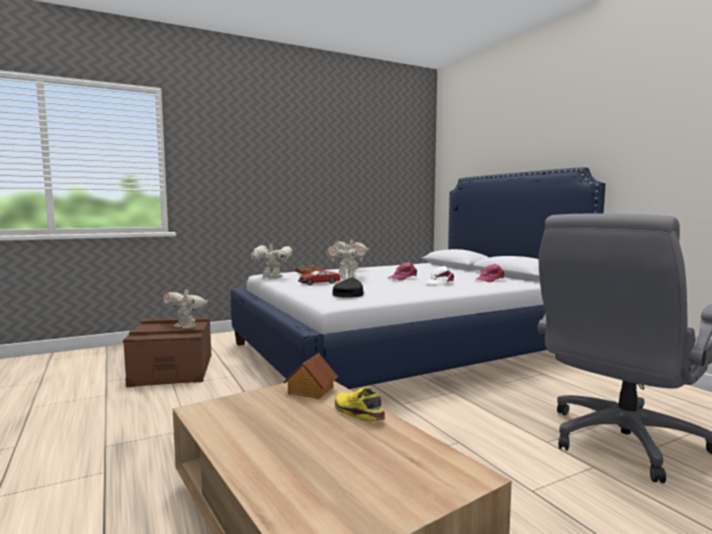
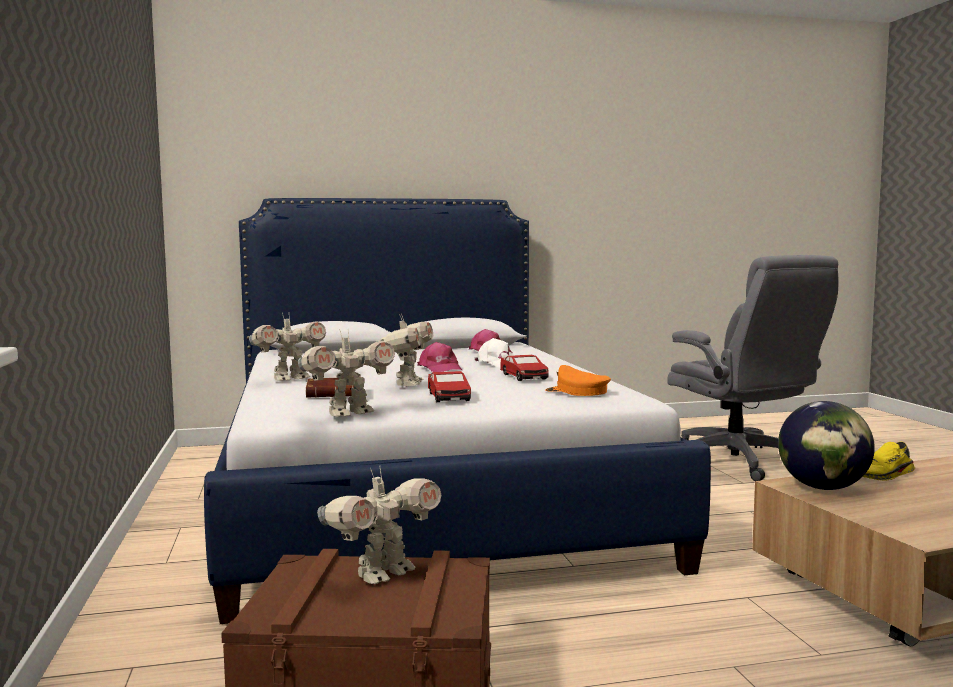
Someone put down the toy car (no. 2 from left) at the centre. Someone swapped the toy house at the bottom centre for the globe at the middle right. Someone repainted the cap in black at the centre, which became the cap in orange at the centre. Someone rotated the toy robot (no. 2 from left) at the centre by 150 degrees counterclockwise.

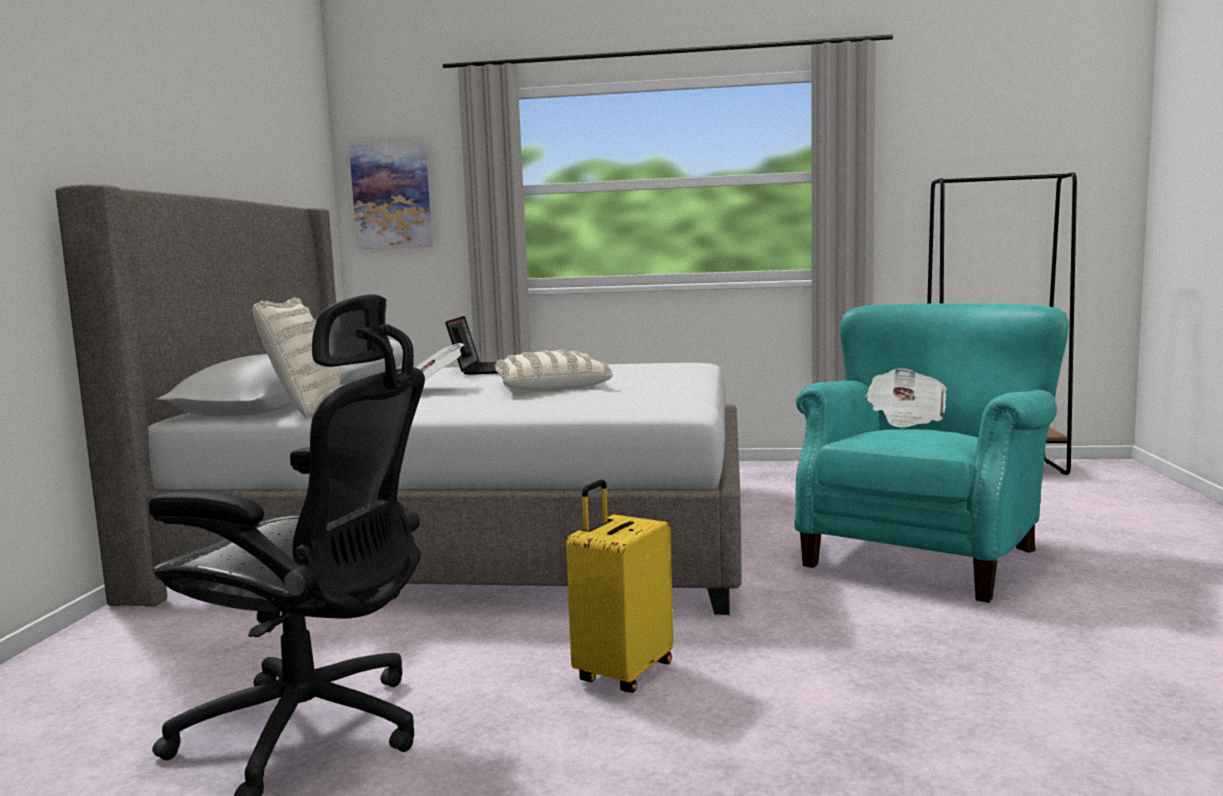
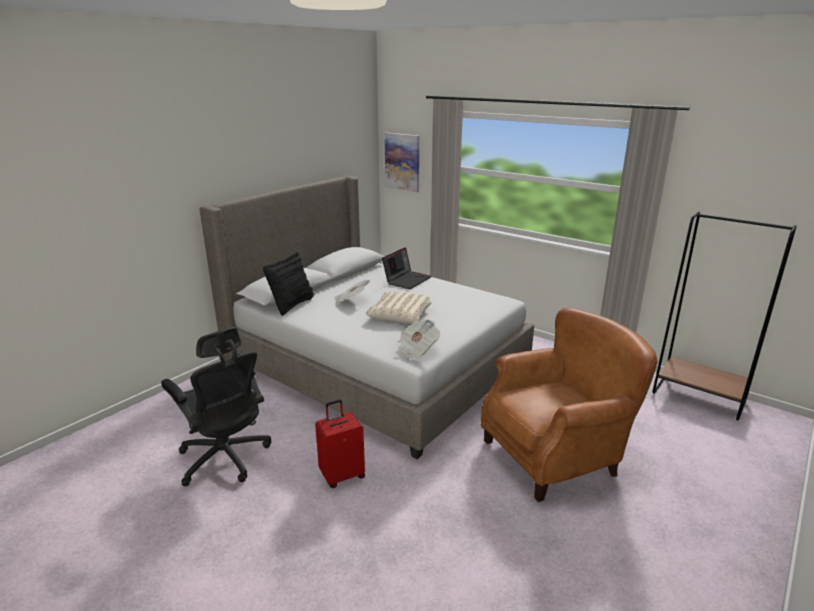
Someone carried the newspaper (no. 2 from left) from the middle right to the centre. Someone repainted the pillow in beige (no. 1 from left) at the middle left, which became the pillow in black at the centre. Someone repainted the suitcase in yellow at the bottom centre, which became the suitcase in red at the bottom centre. Someone repainted the armchair in turquoise at the middle right, which became the armchair in brown at the middle right.

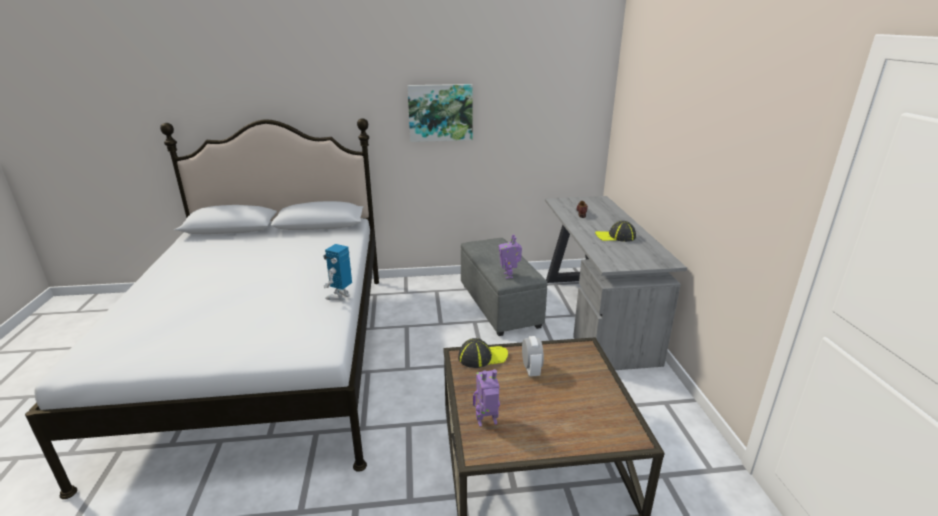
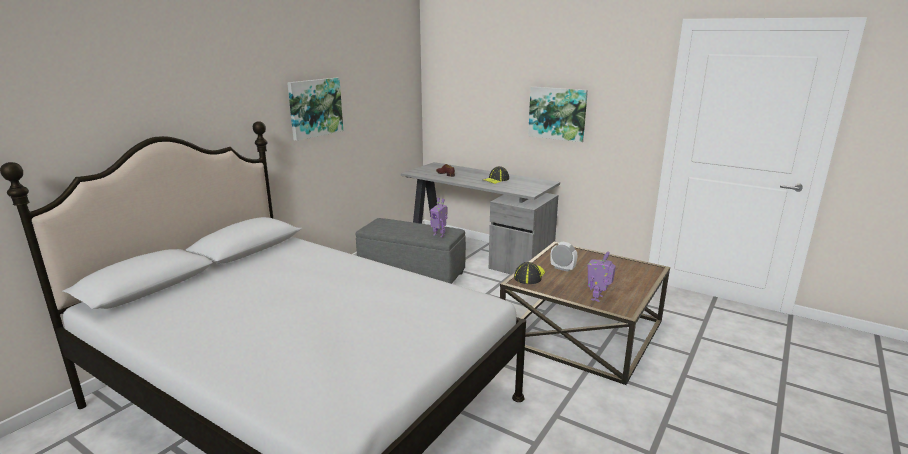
Someone took away the toy robot (no. 1 from left) at the centre. Someone put up the picture (no. 2 from left) at the top centre.

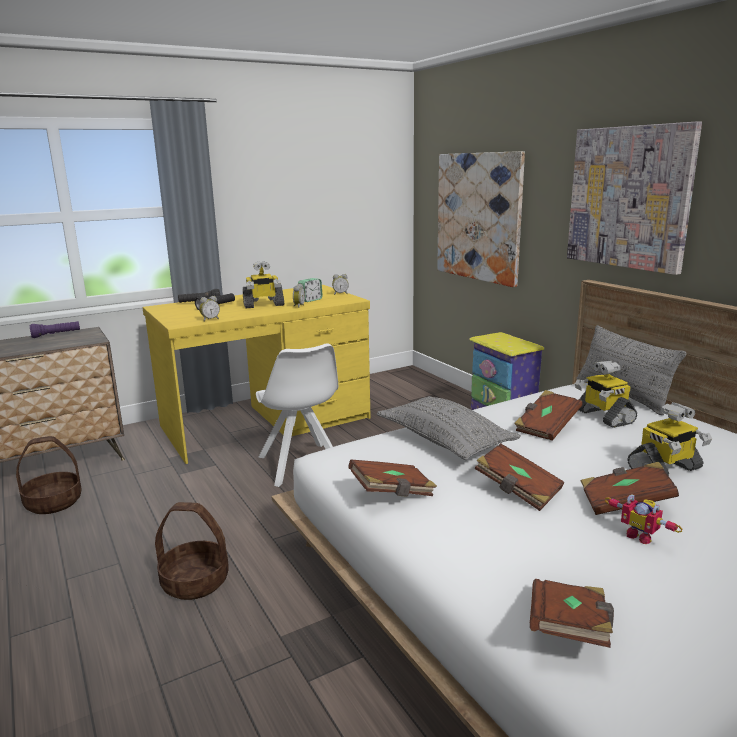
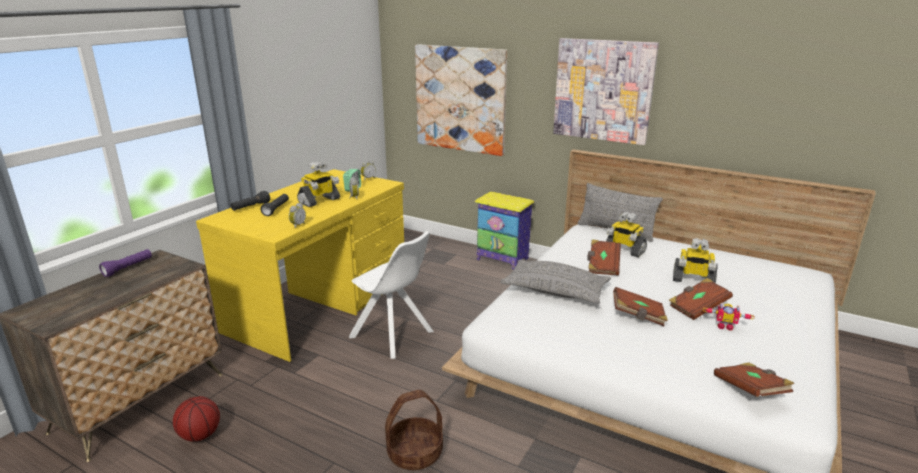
Someone took away the book in brown (no. 1 from left) at the centre. Someone swapped the basket (no. 1 from left) at the middle left for the basketball at the bottom left. Someone rotated the toy robot (no. 4 from left in the first image) at the middle right by 75 degrees clockwise.

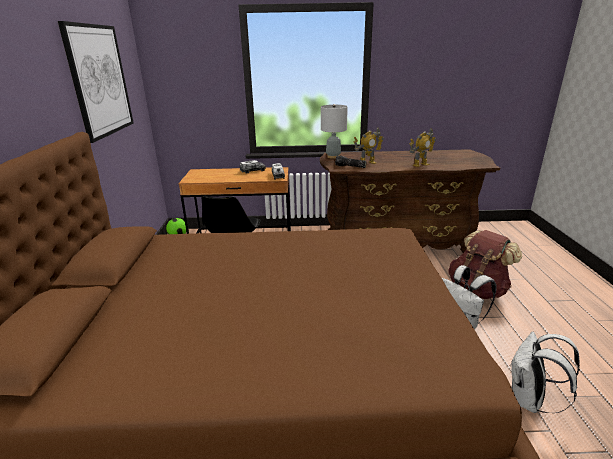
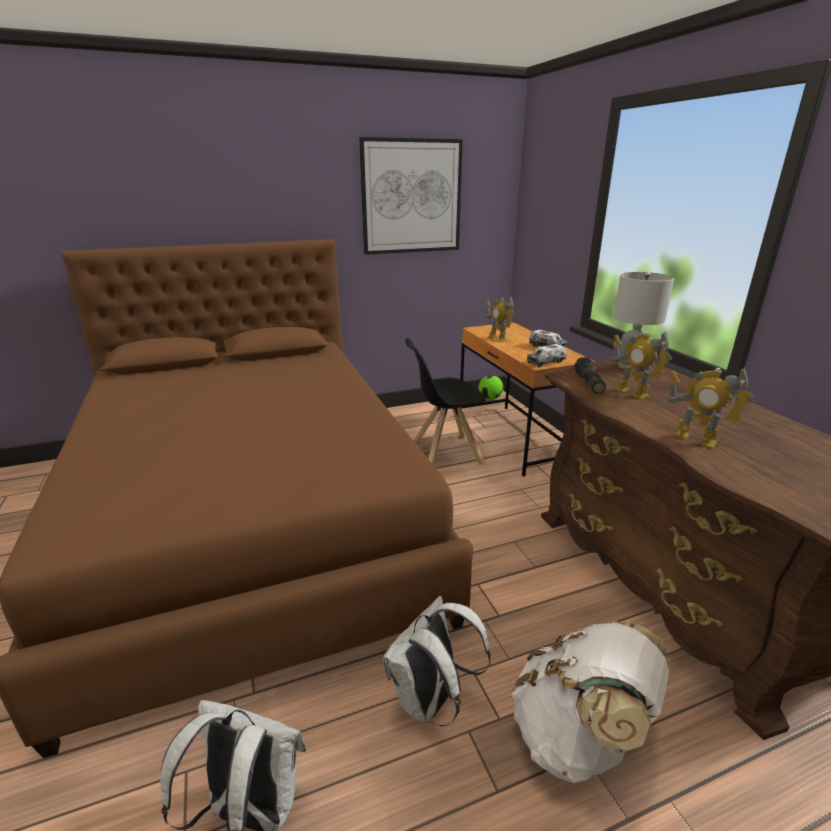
Someone put down the toy robot (no. 1 from left) at the centre. Someone repainted the backpack in brown at the middle right, which became the backpack in white (no. 3 from left) at the bottom right.

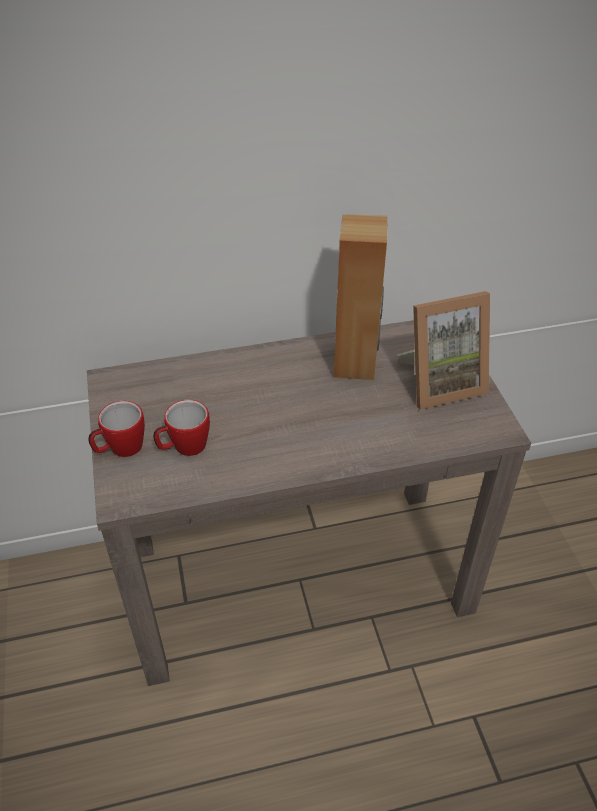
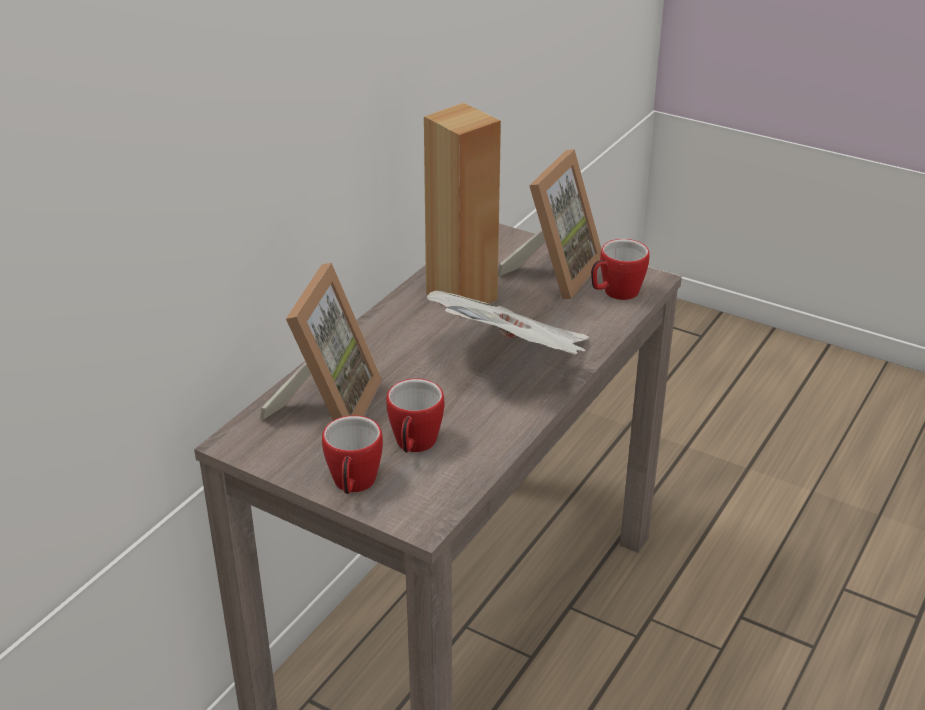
Someone put down the picture frame (no. 1 from left) at the centre. Someone put down the newspaper at the centre. Someone put down the mug (no. 3 from left) at the middle right.

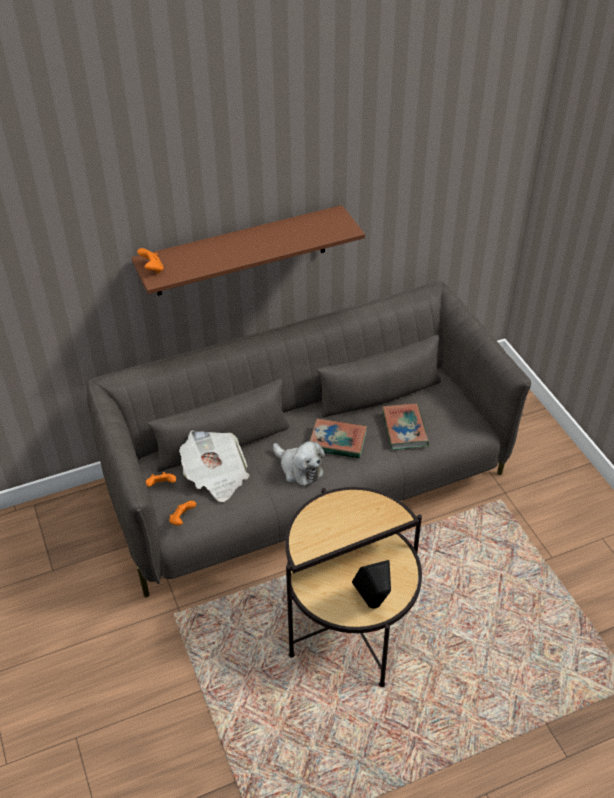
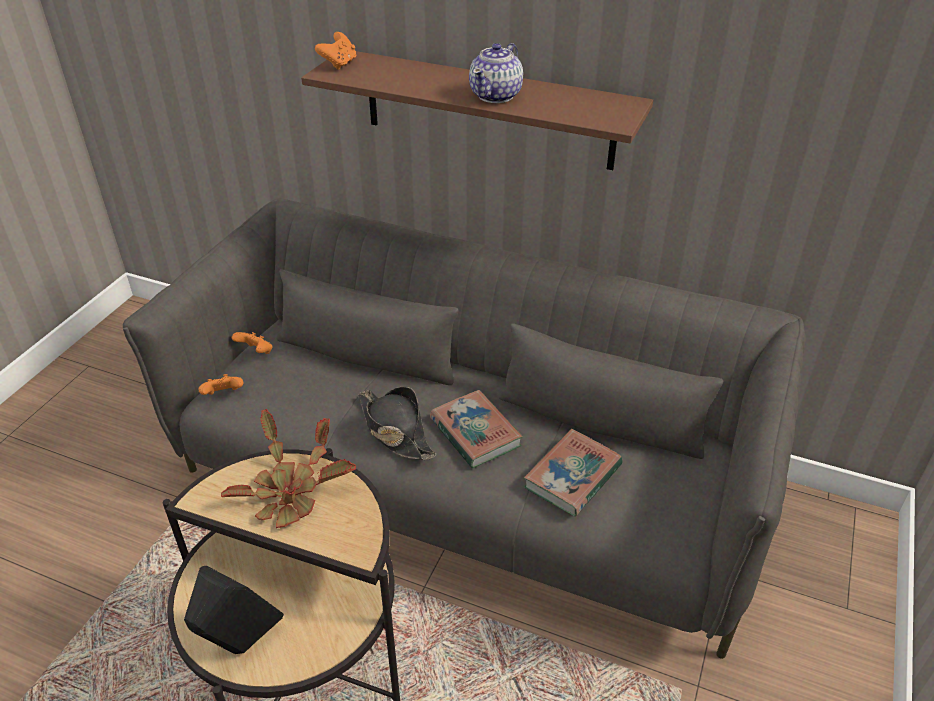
Someone took away the newspaper at the centre. Someone put down the potted plant at the bottom left. Someone put down the teapot at the top centre. Someone swapped the plush toy at the centre for the hat in black at the centre.

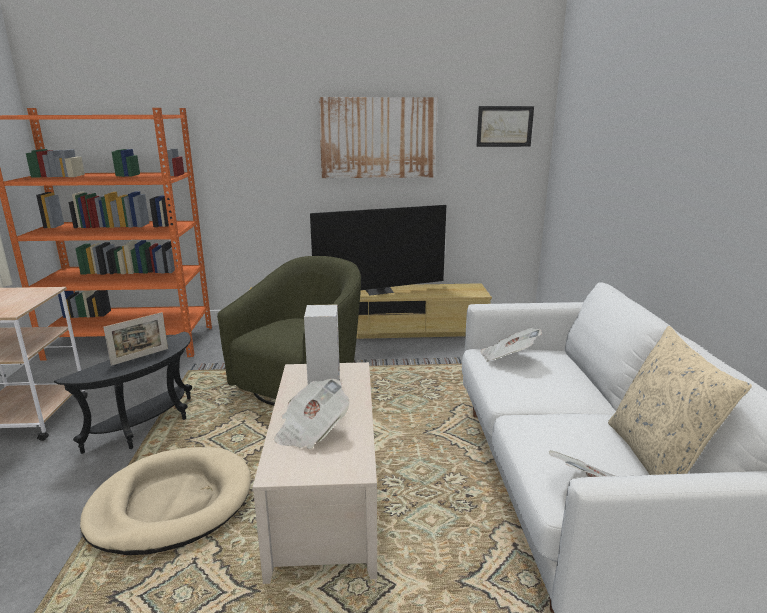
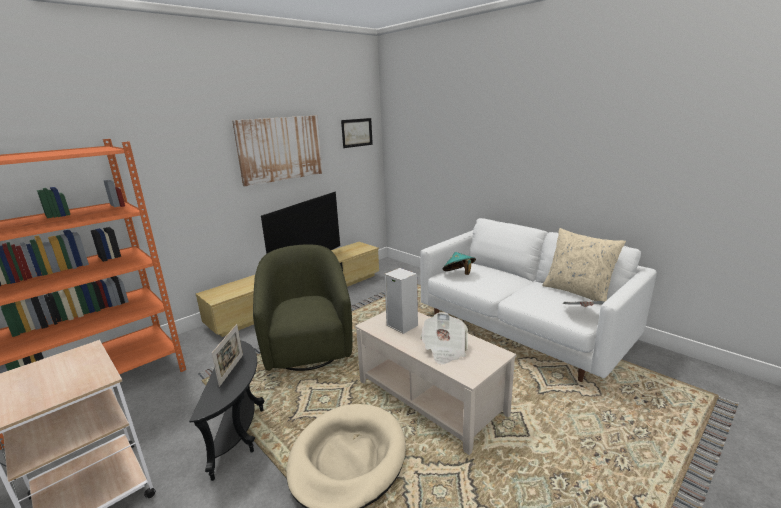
Someone swapped the newspaper (no. 2 from left) at the centre for the hat in turquoise at the centre.

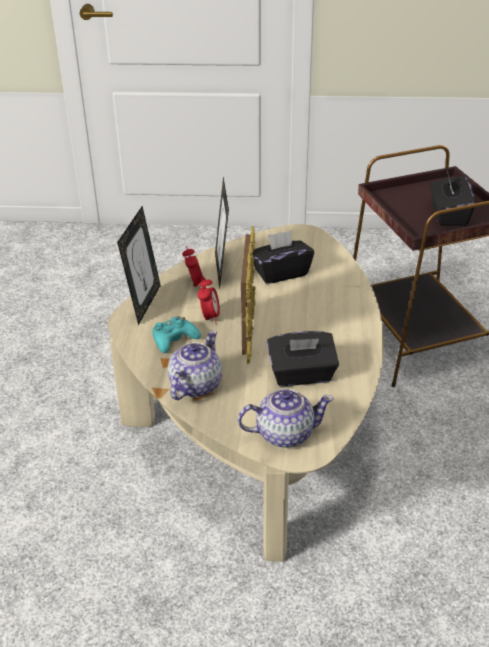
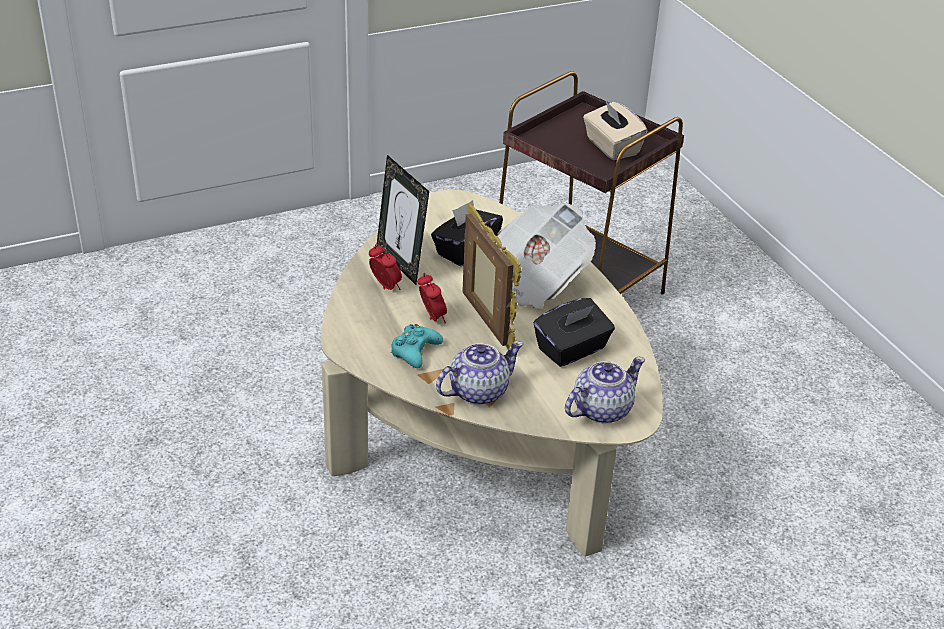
Someone took away the picture frame (no. 1 from left) at the middle left. Someone put down the newspaper at the centre. Someone repainted the tissue box in black (no. 3 from left) at the top right, which became the tissue box in beige at the top centre. Someone rotated the teapot (no. 1 from left) at the centre by 60 degrees clockwise.

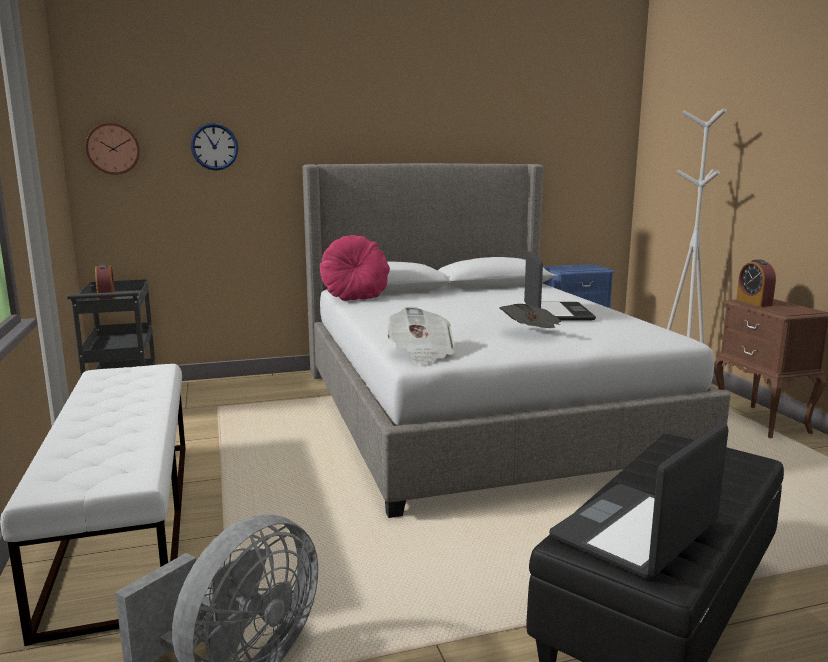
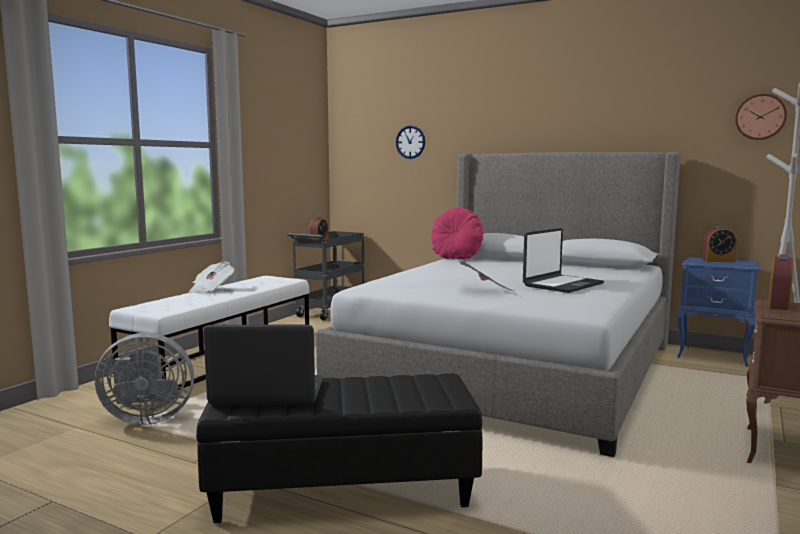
Someone put down the alarm clock (no. 2 from left) at the middle right. Someone carried the wall clock (no. 1 from left in the first image) from the top left to the top right. Someone carried the newspaper (no. 1 from left) from the centre to the middle left.

